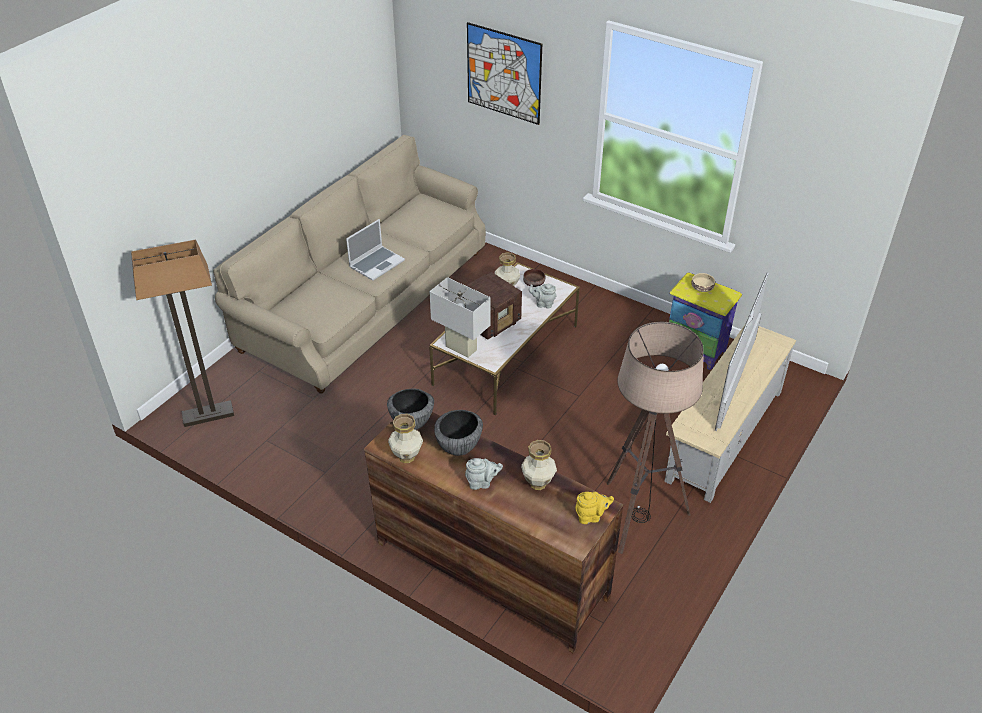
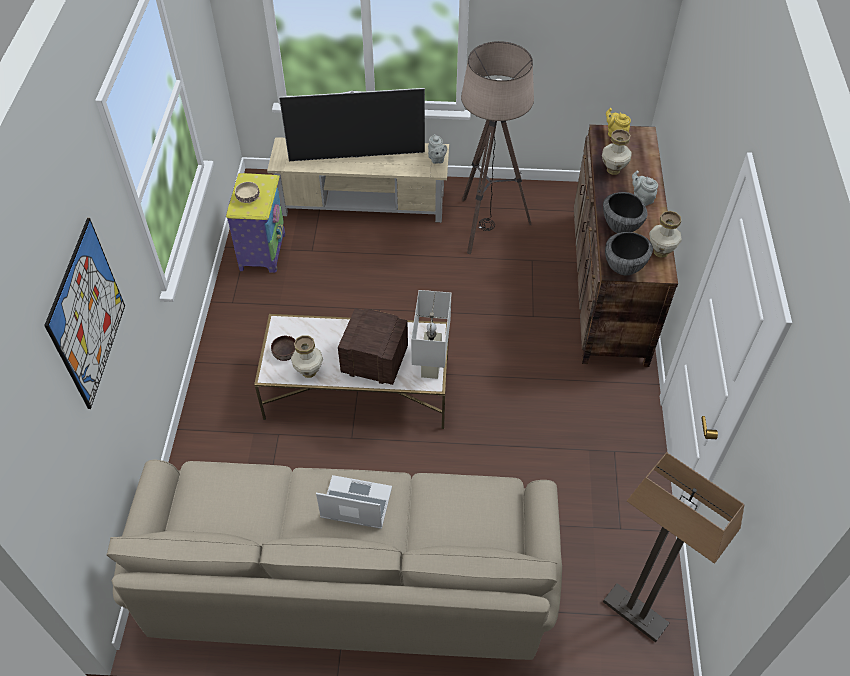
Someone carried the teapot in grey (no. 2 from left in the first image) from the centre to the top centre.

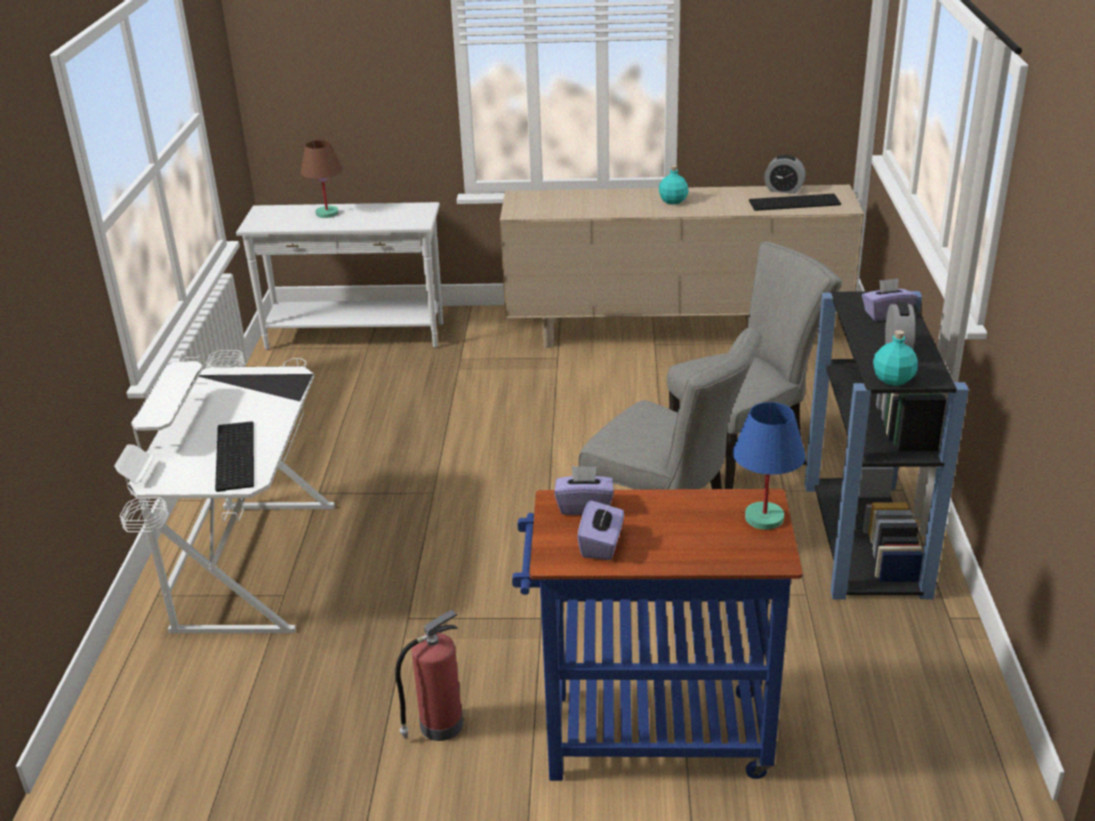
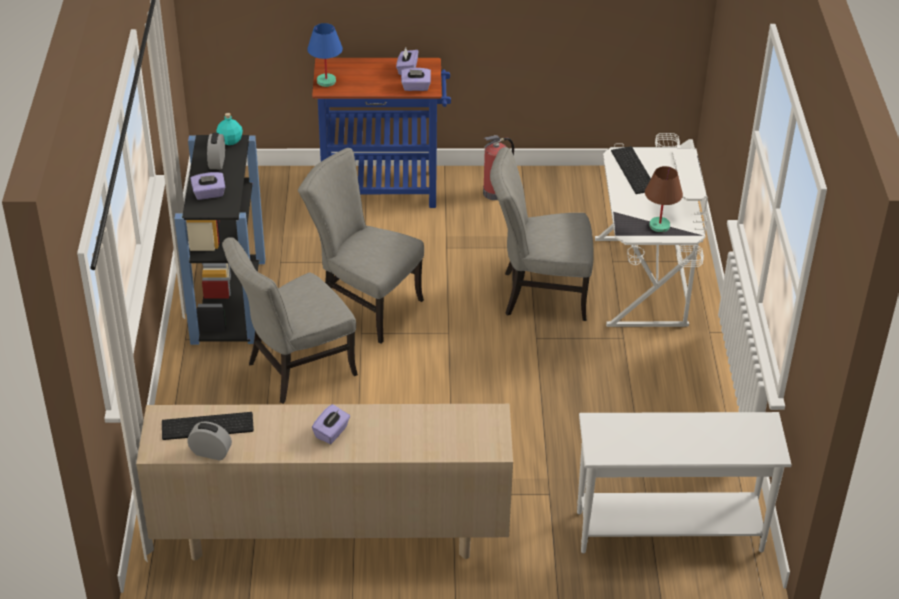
Someone put down the chair in grey (no. 3 from left) at the centre. Someone carried the table lamp in brown from the top left to the top right. Someone swapped the bottle in turquoise (no. 1 from left) at the top centre for the tissue box in purple (no. 2 from left) at the bottom centre.

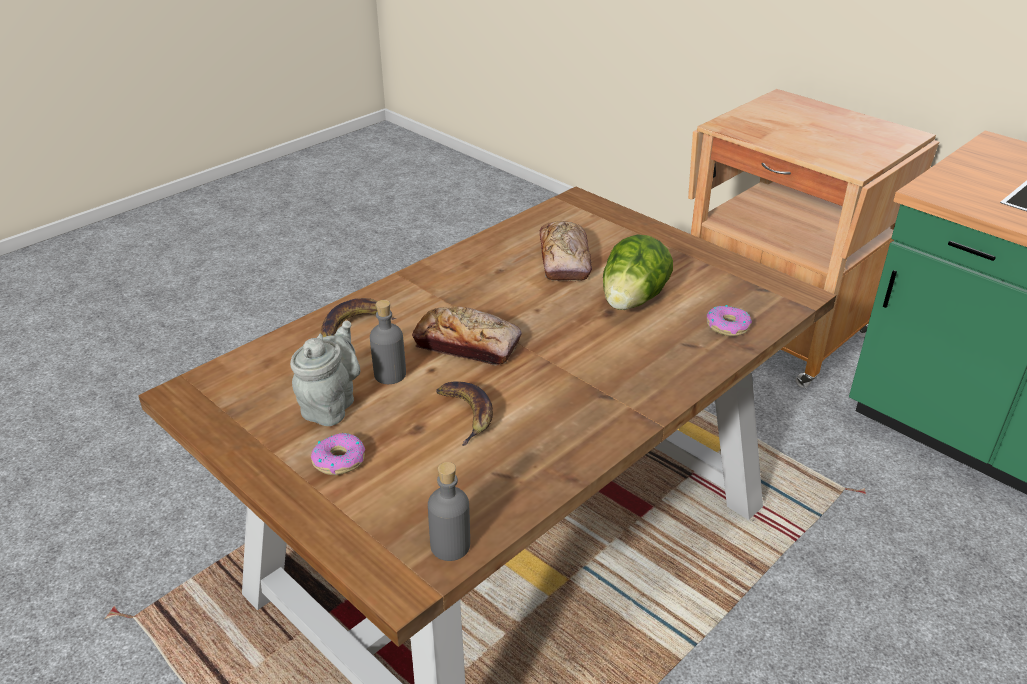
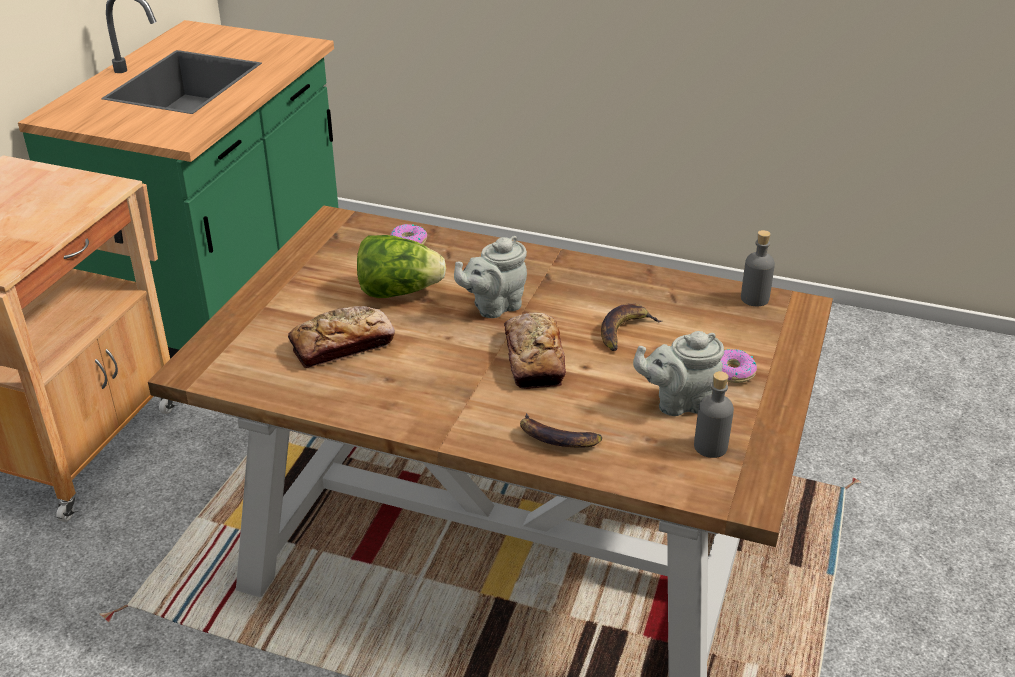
Someone put down the teapot in grey (no. 1 from left) at the centre. Someone carried the bottle in grey (no. 1 from left) from the centre to the middle right.

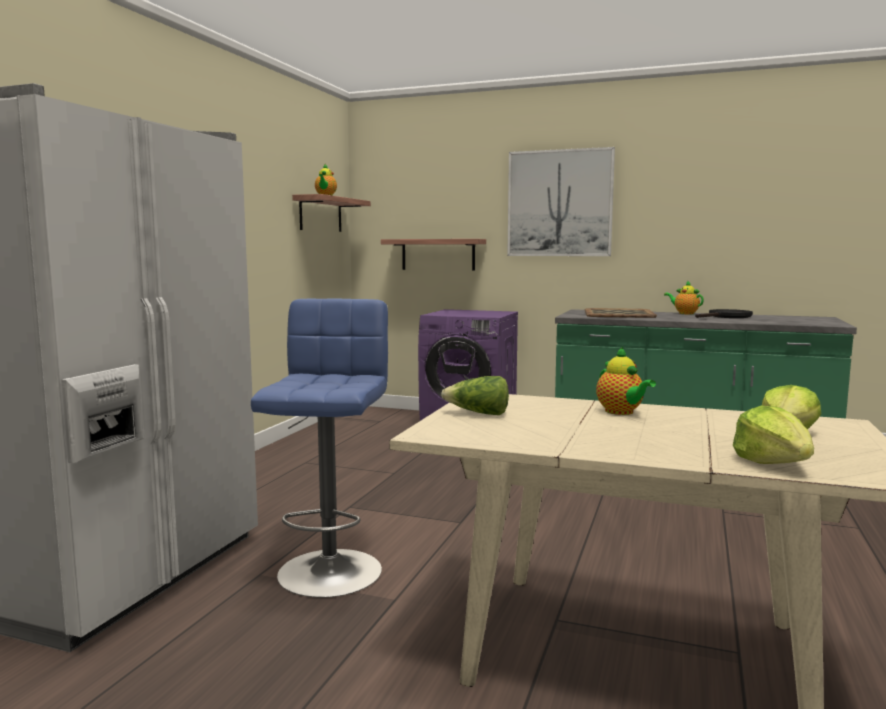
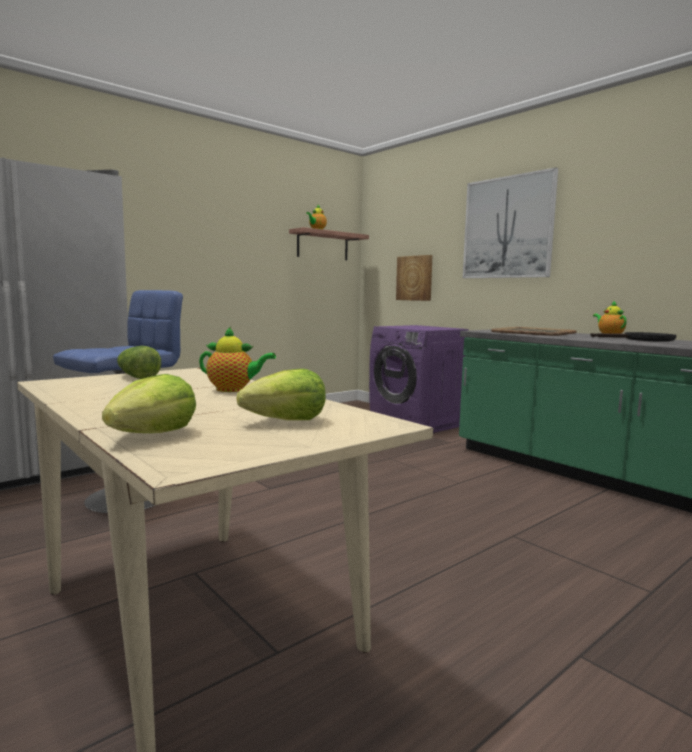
Someone swapped the shelf (no. 2 from left) at the centre for the picture (no. 1 from left) at the centre. Someone rotated the teapot (no. 2 from left in the first image) at the middle right by 90 degrees counterclockwise.

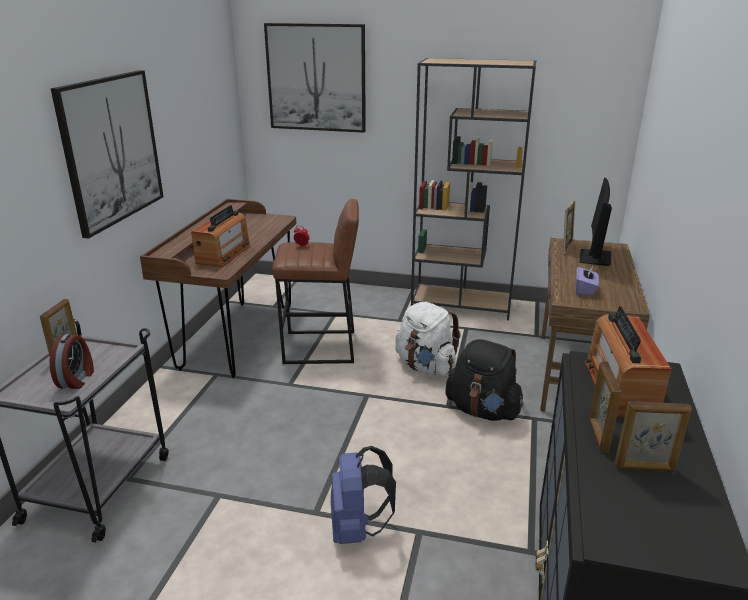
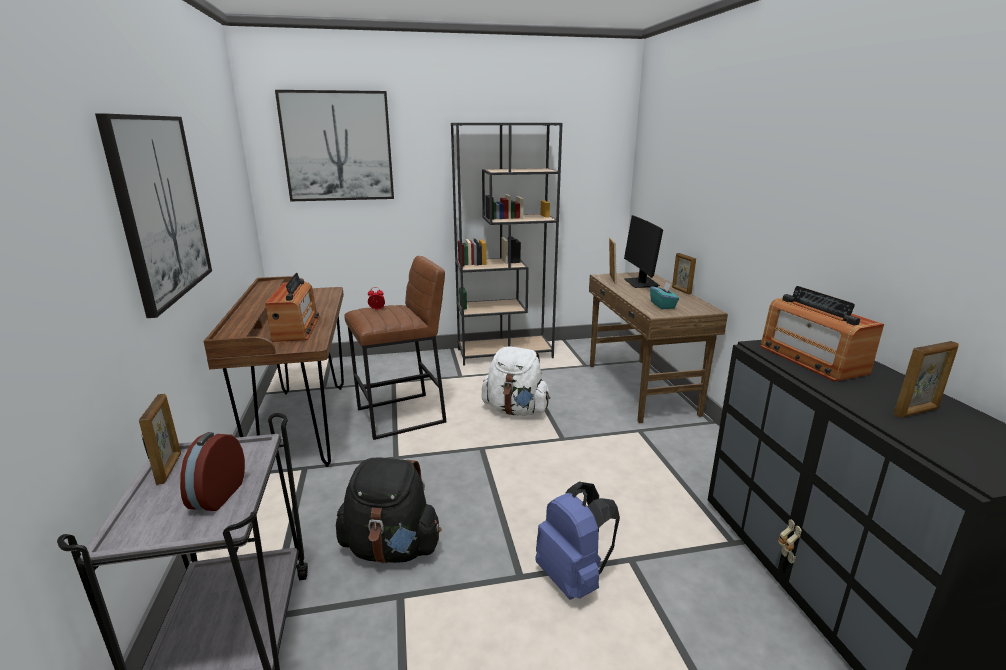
Someone carried the backpack in black from the centre to the bottom centre. Someone carried the picture frame (no. 3 from left) from the bottom right to the middle right. Someone repainted the tissue box in purple at the middle right, which became the tissue box in turquoise at the centre. Someone rotated the alarm clock (no. 1 from left) at the middle left by 150 degrees counterclockwise.

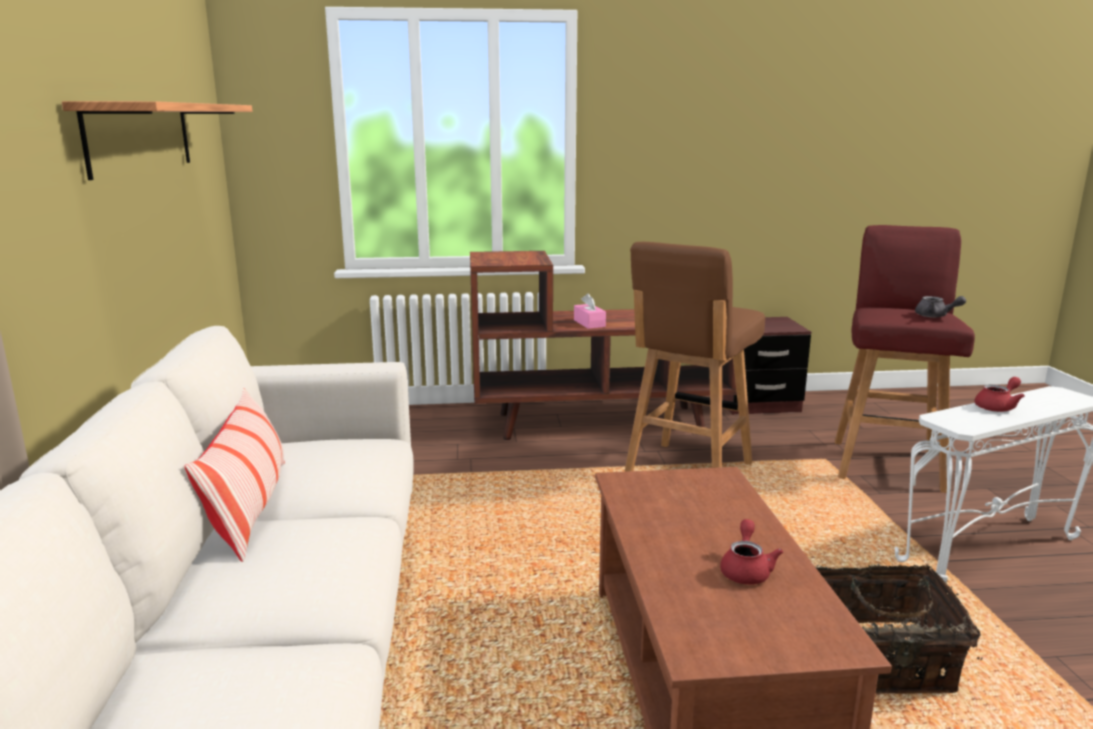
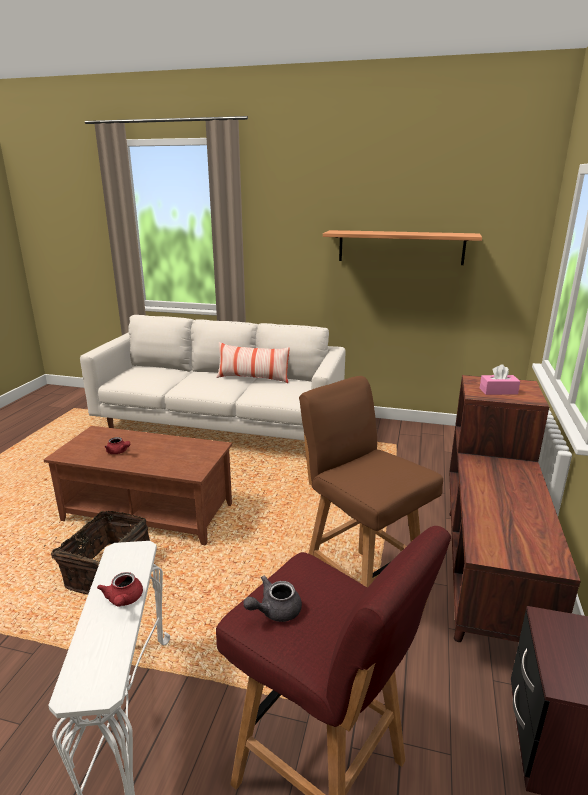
Someone carried the tissue box in pink from the centre to the middle right.

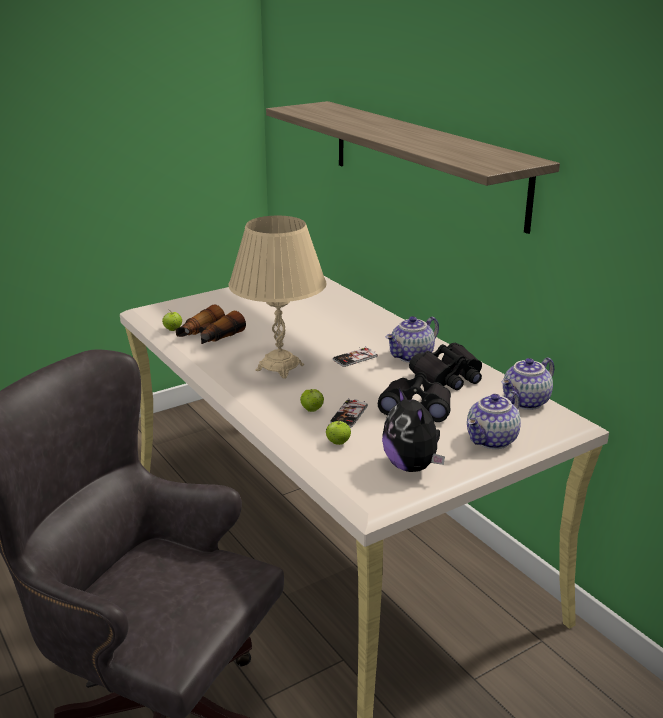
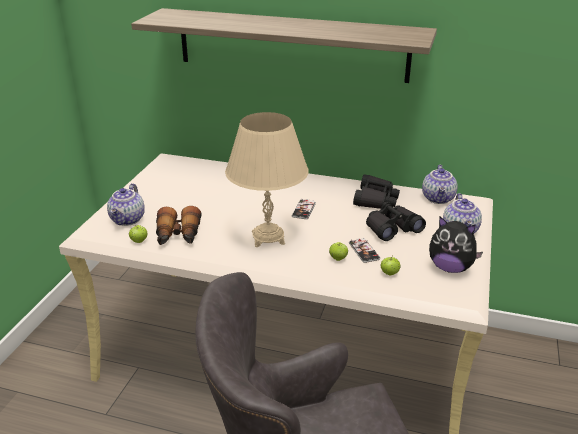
Someone carried the teapot (no. 1 from left) from the centre to the middle left.

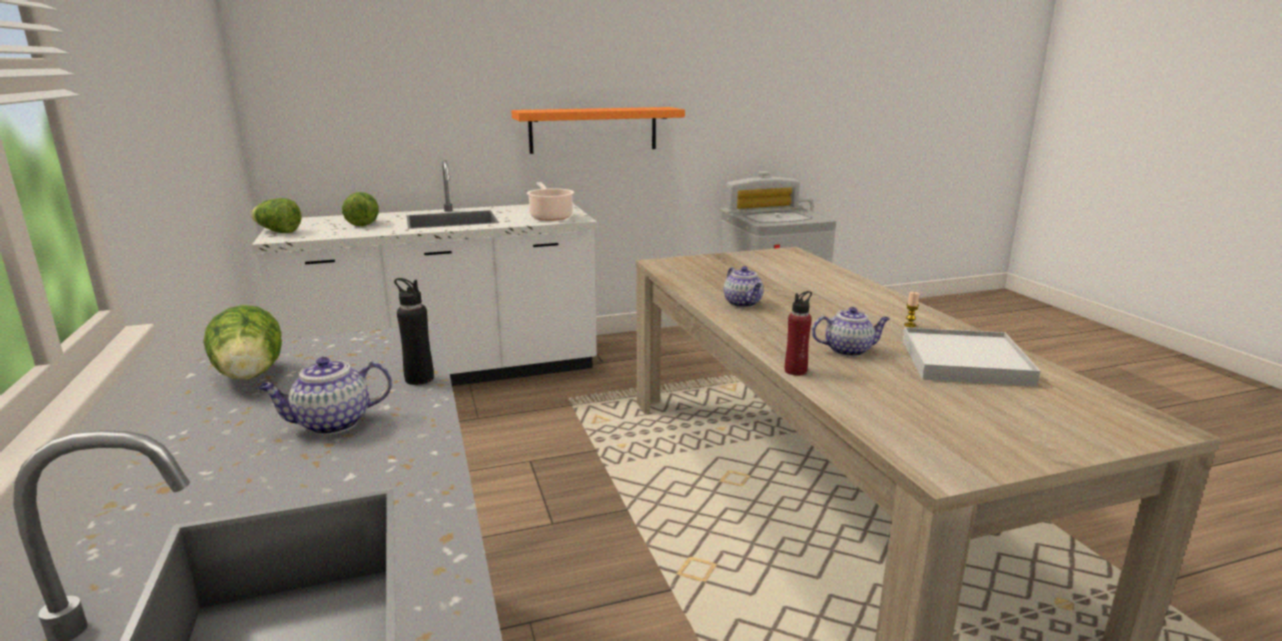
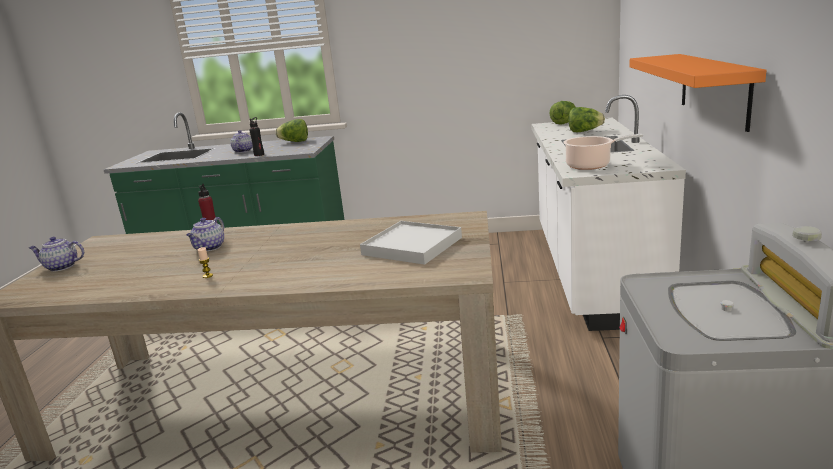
Someone carried the teapot (no. 2 from left in the first image) from the centre to the middle left. Someone carried the tray in white from the middle right to the centre.

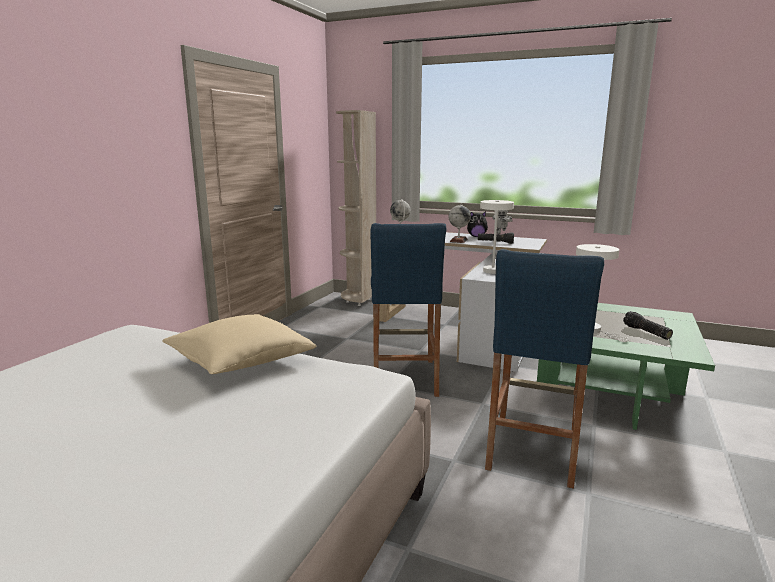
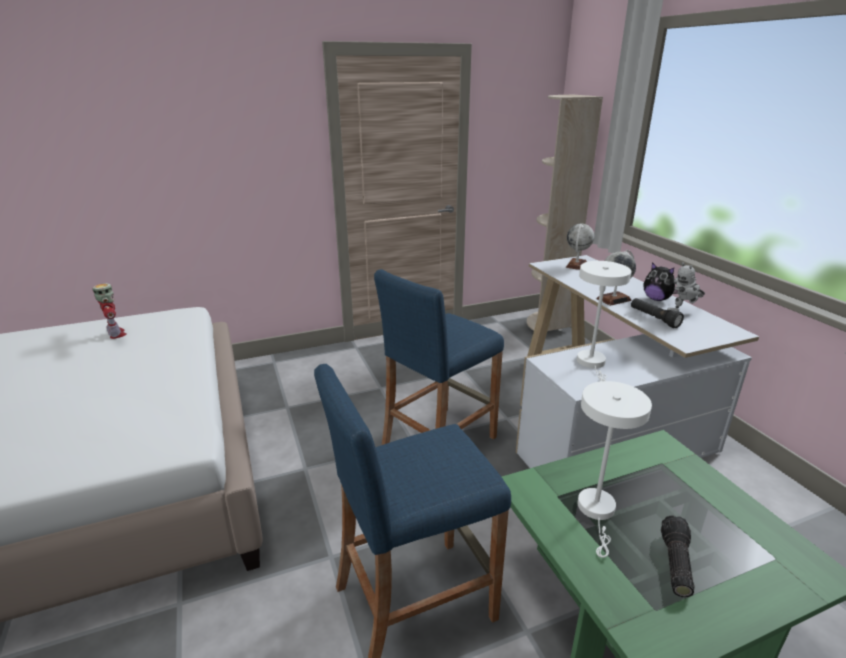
Someone took away the pillow in beige at the middle left. Someone put down the toy robot (no. 1 from left) at the middle left.

